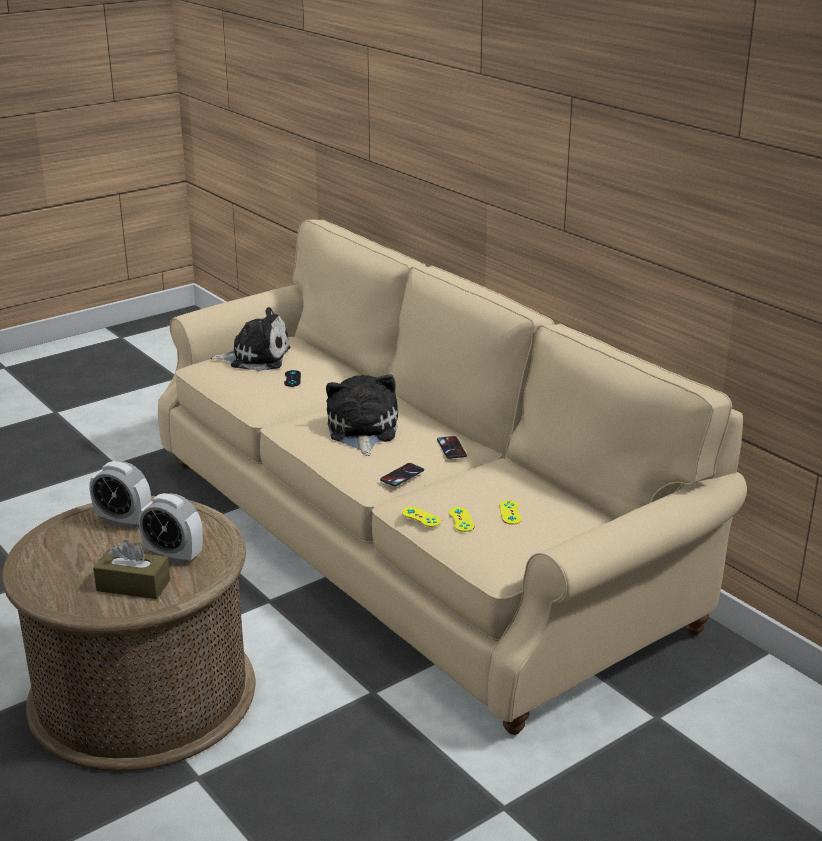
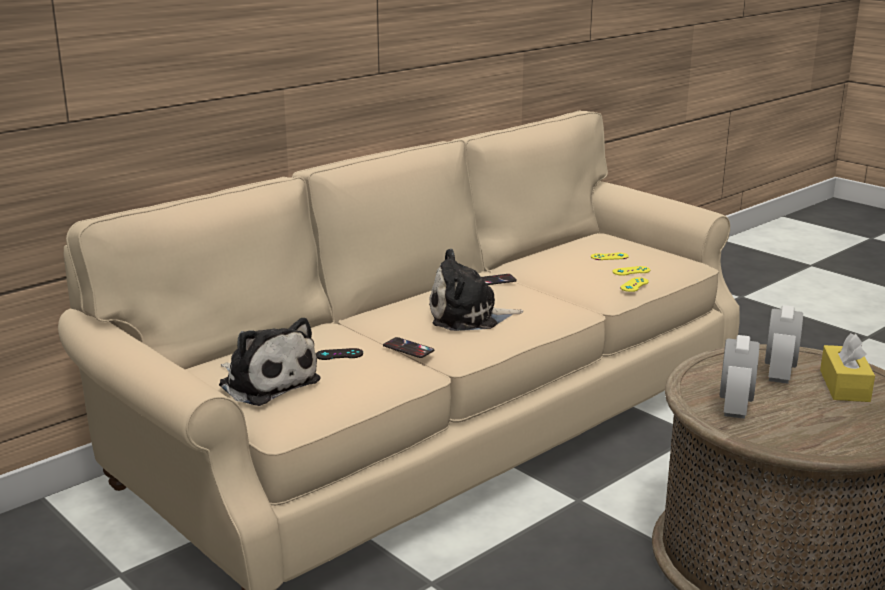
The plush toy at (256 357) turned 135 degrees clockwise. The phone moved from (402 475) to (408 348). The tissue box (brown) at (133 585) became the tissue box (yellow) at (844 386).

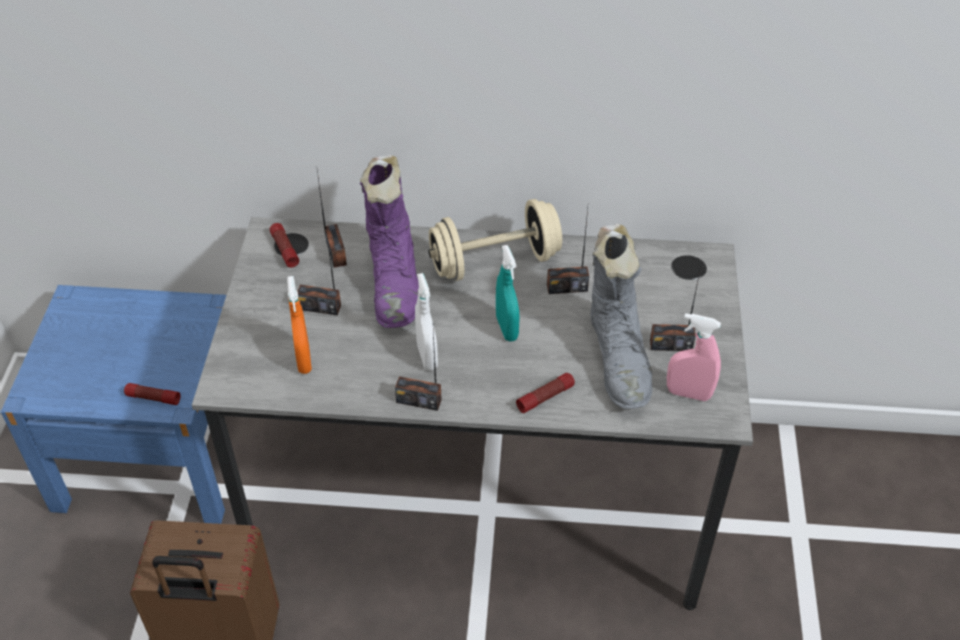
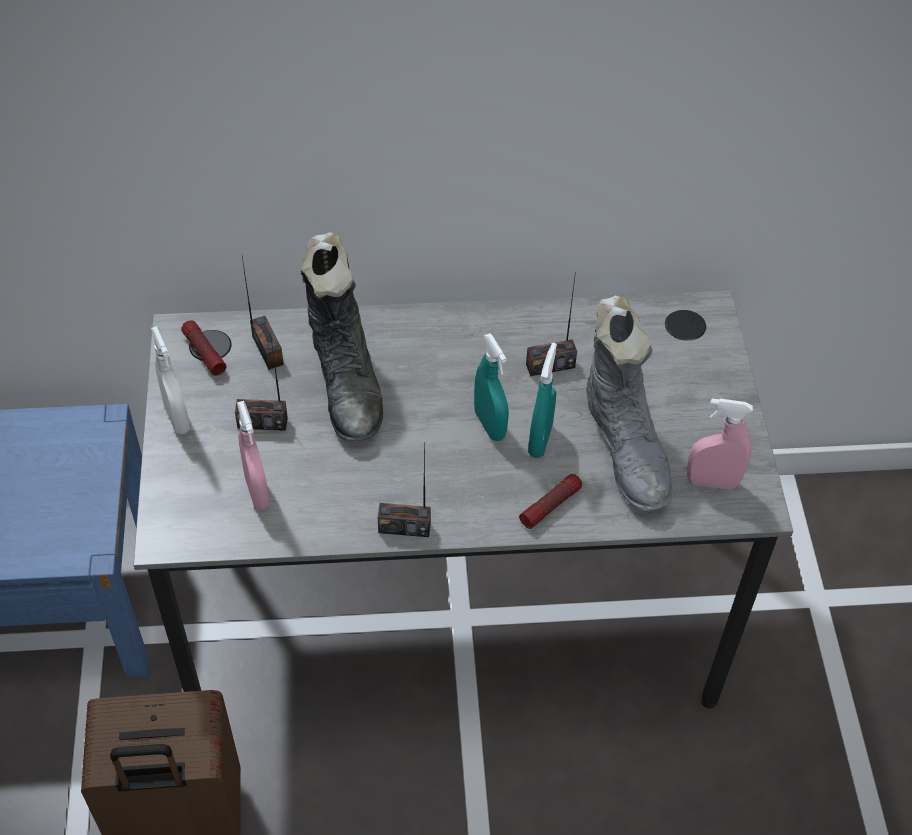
The spray bottle (white) moved from (427 357) to (177 418). The spray bottle (orange) at (304 360) became the spray bottle (pink) at (257 492). The boot (purple) at (395 284) became the boot (black) at (348 383). The spray bottle (turquoise) at (540 440) appeared. The flashlight at (153 398) disappeared. The dumbbell (beige) at (495 262) disappeared. The radio at (671 345) disappeared.

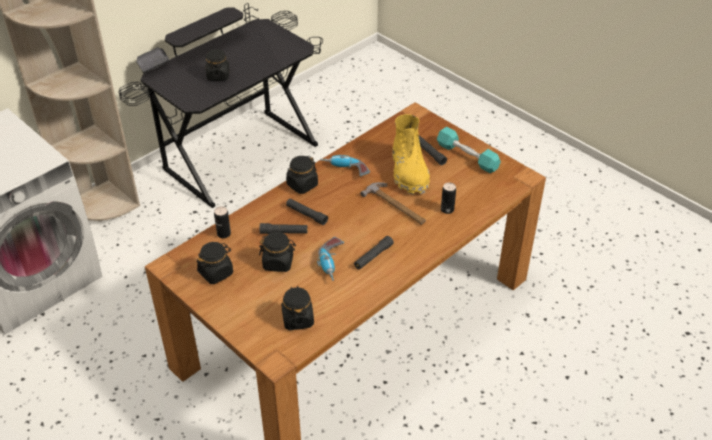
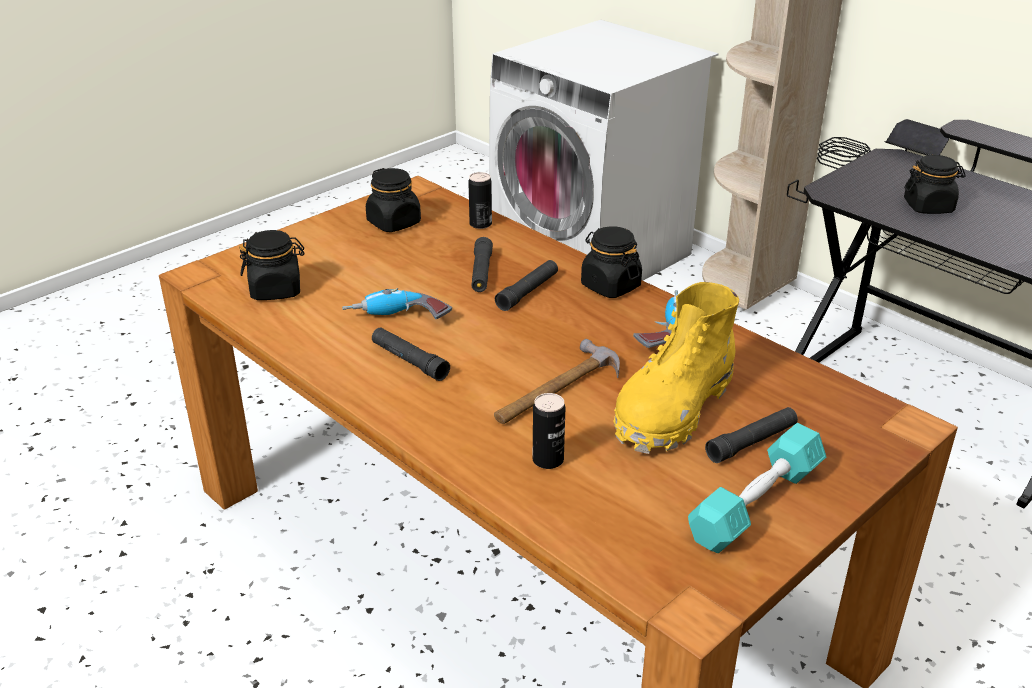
The boot (yellow) at (409 172) turned 45 degrees counterclockwise. The jar (black) at (278 263) disappeared.

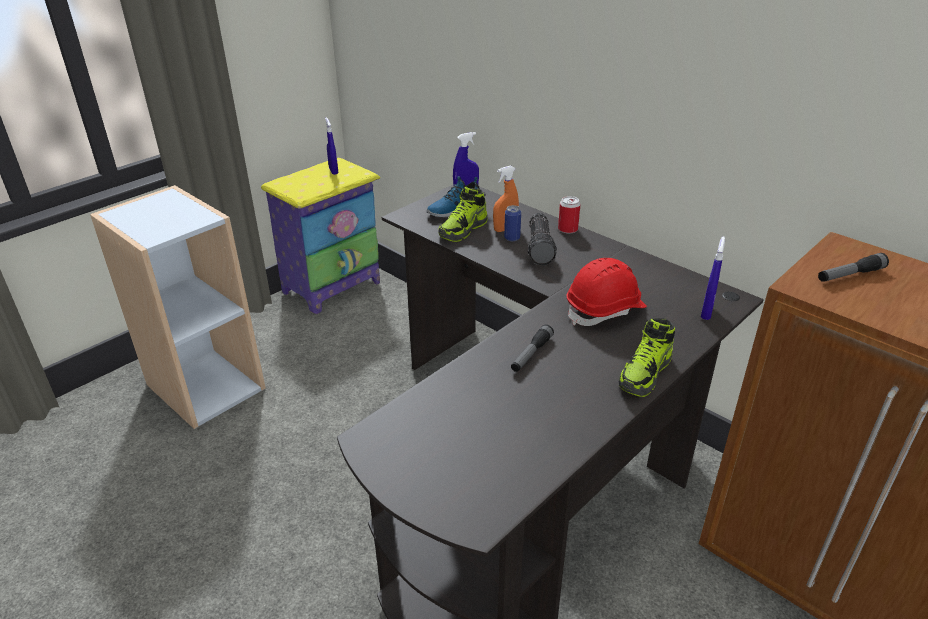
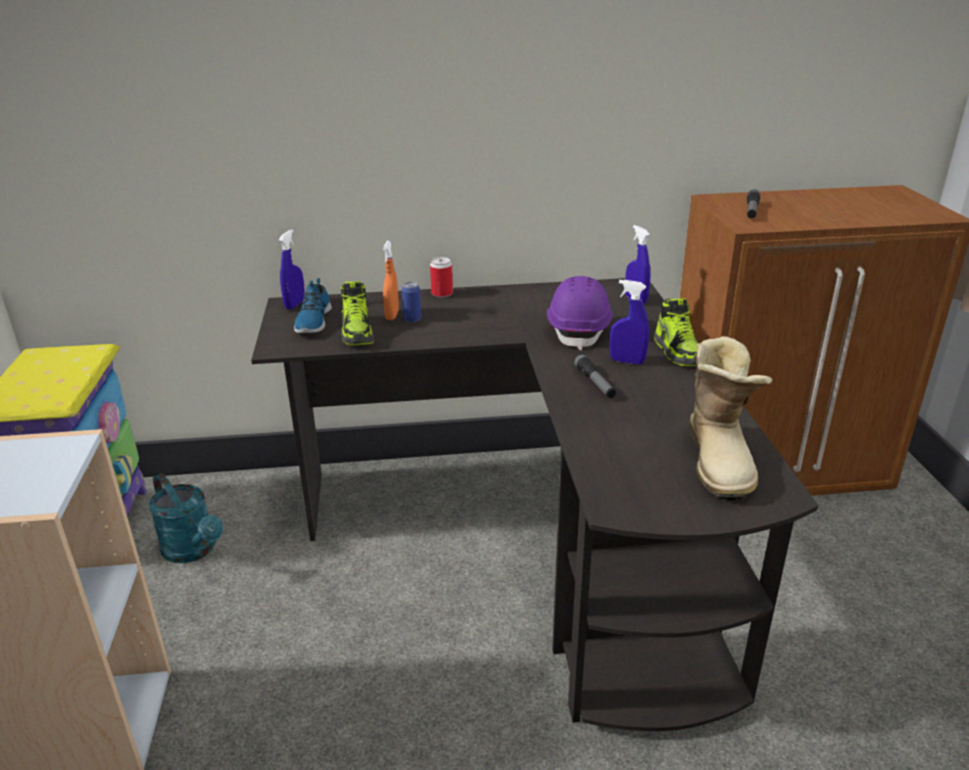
The watering can (turquoise) at (194 550) appeared. The hard hat (red) at (605 310) became the hard hat (purple) at (579 330). The spray bottle (blue) moved from (333 171) to (627 361). The boot at (721 459) appeared. The flashlight at (541 247) disappeared.

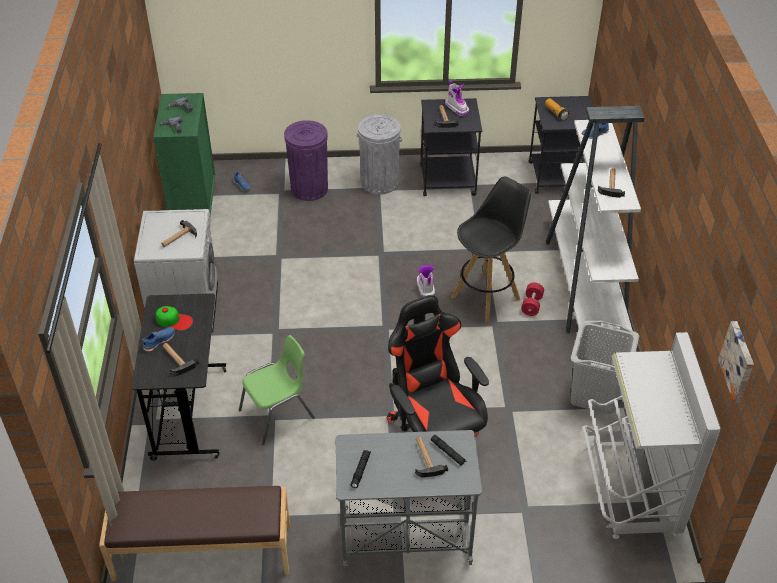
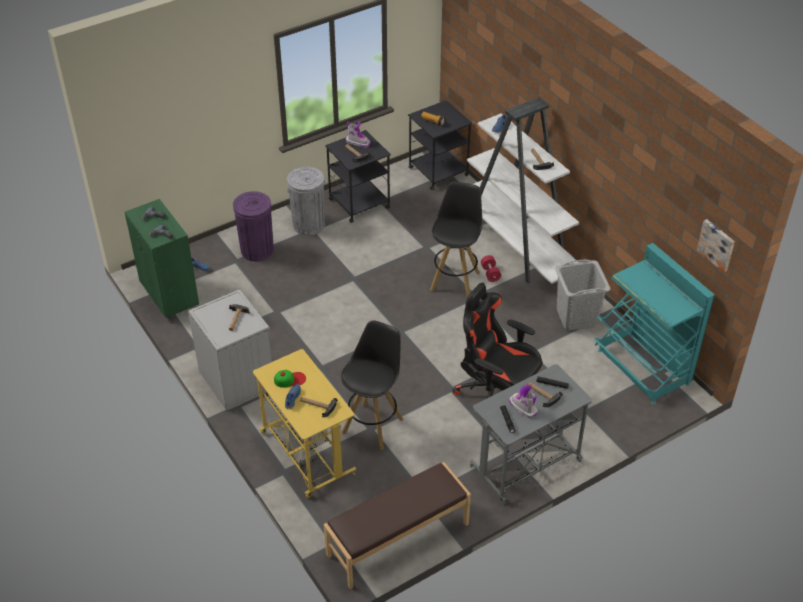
The desk (black) at (189 413) became the desk (yellow) at (307 453). The chair (green) at (278 415) was replaced by the stool (black) at (374 425). The boot moved from (425 287) to (522 407). The shoe rack (white) at (629 488) became the shoe rack (turquoise) at (640 368).

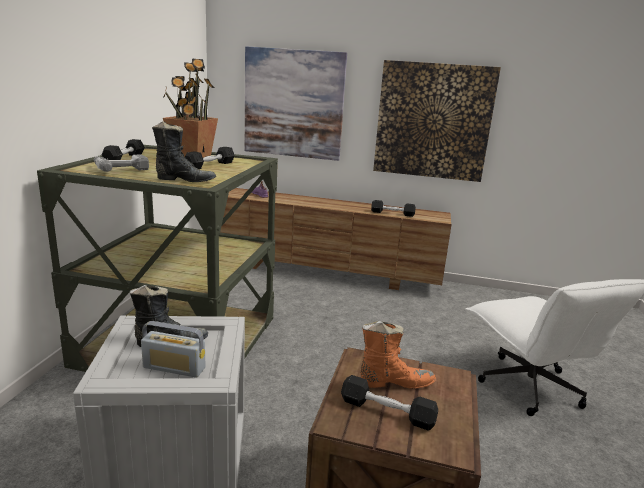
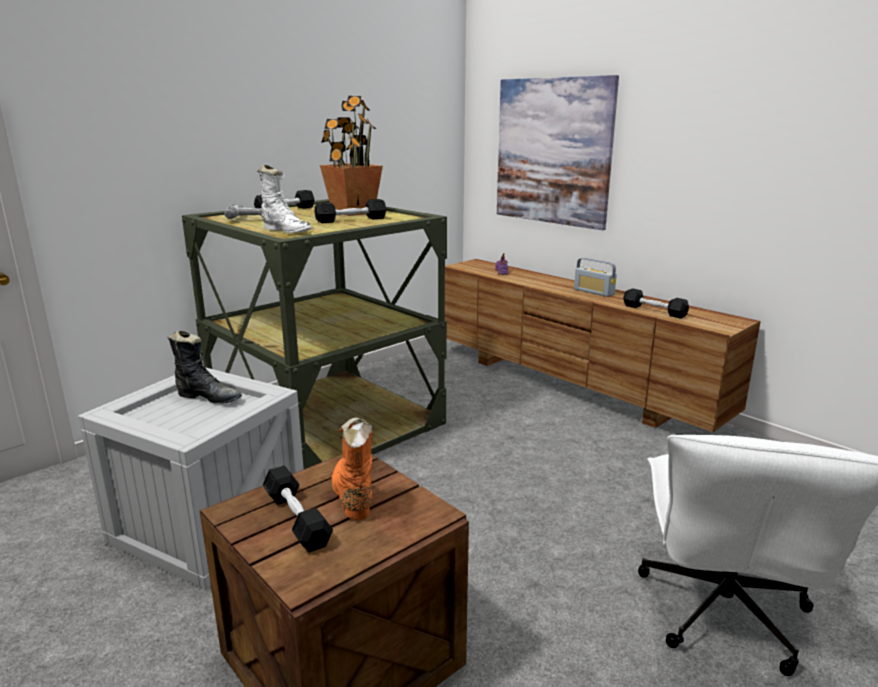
The boot (black) at (185 180) became the boot (white) at (286 231). The boot (orange) at (394 382) turned 135 degrees counterclockwise. The radio moved from (174 368) to (594 292). The picture at (433 121) disappeared.

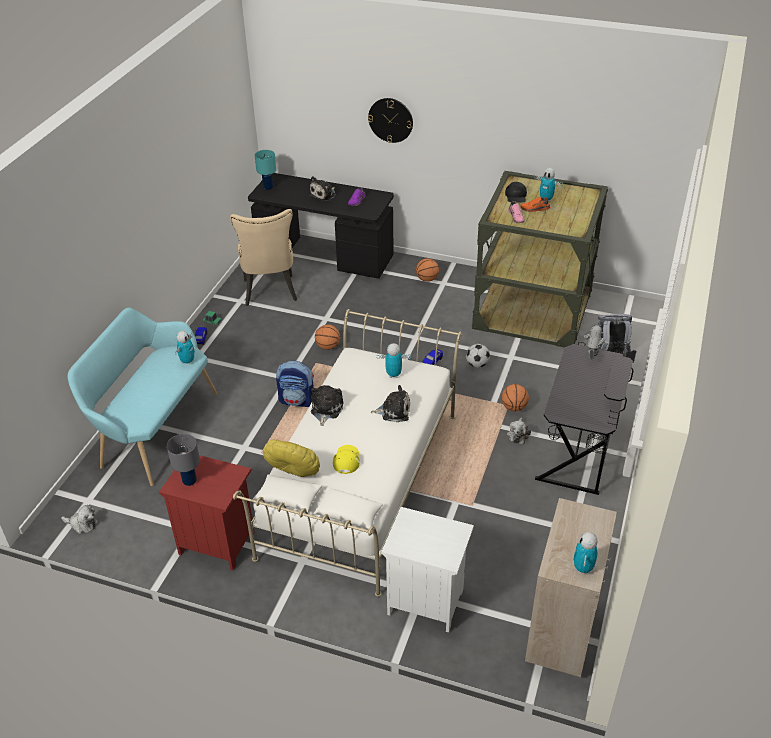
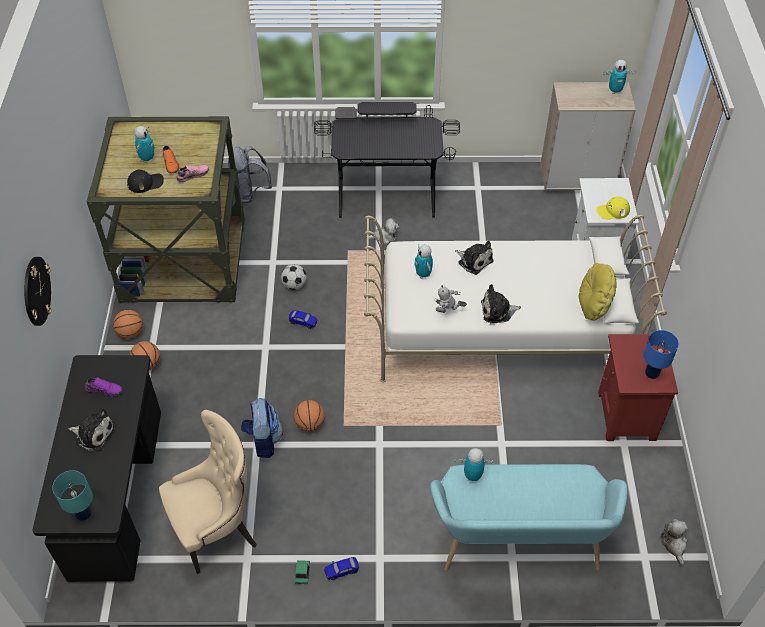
The basketball moved from (514 407) to (130 333). The backpack moved from (297 401) to (263 440). The toy robot moved from (591 357) to (448 313). The plush toy at (393 411) turned 150 degrees clockwise. The cap (yellow) moved from (346 460) to (612 211). The table lamp (grey) at (190 480) became the table lamp (blue) at (651 373).

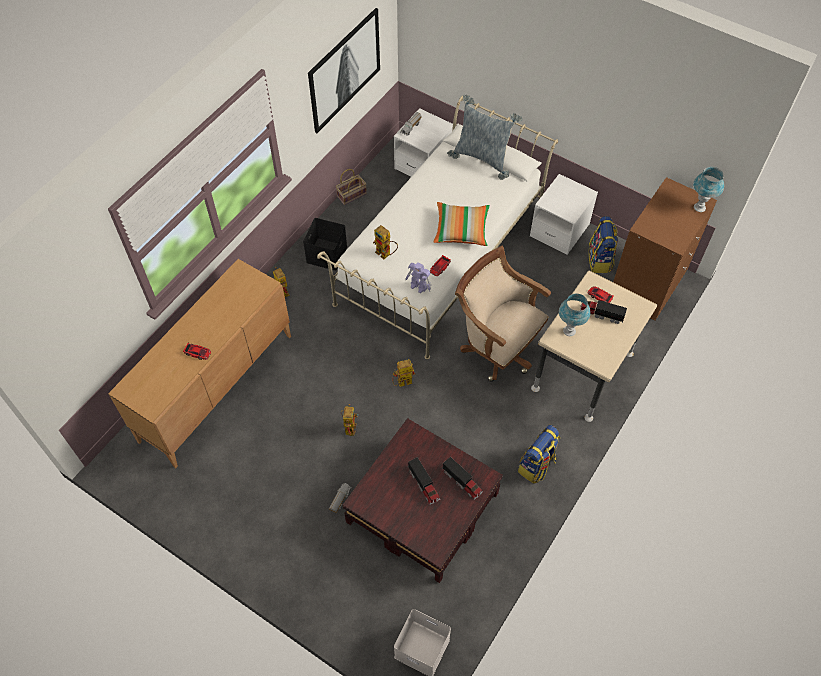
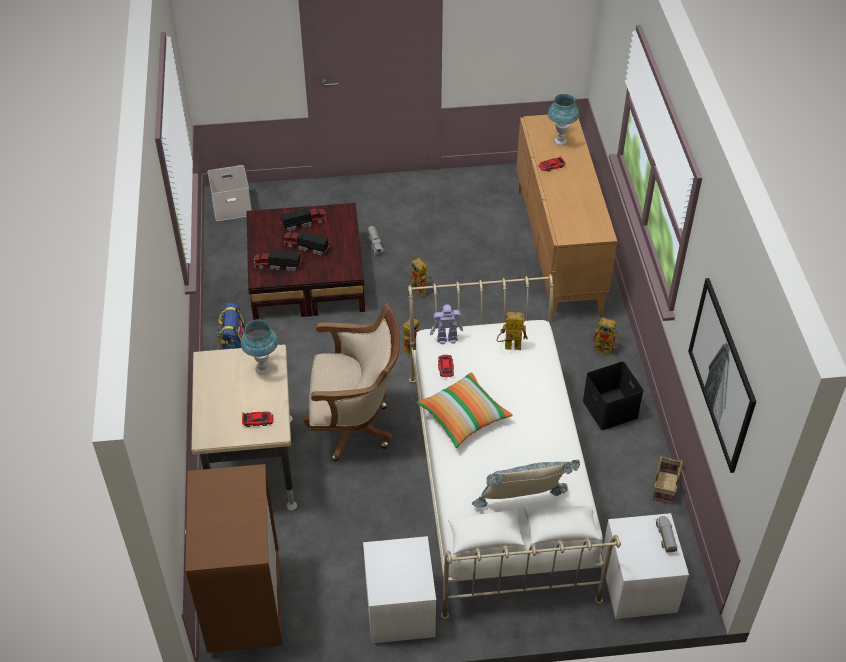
The toy truck moved from (601 314) to (304 223). The table lamp (blue) moved from (699 207) to (560 141). The backpack at (600 260) disappeared.

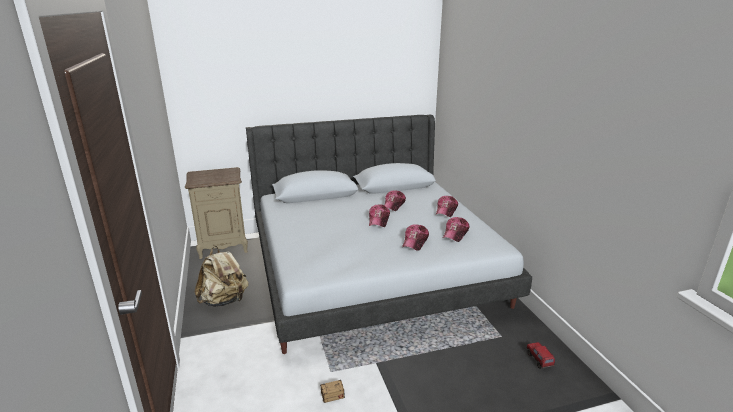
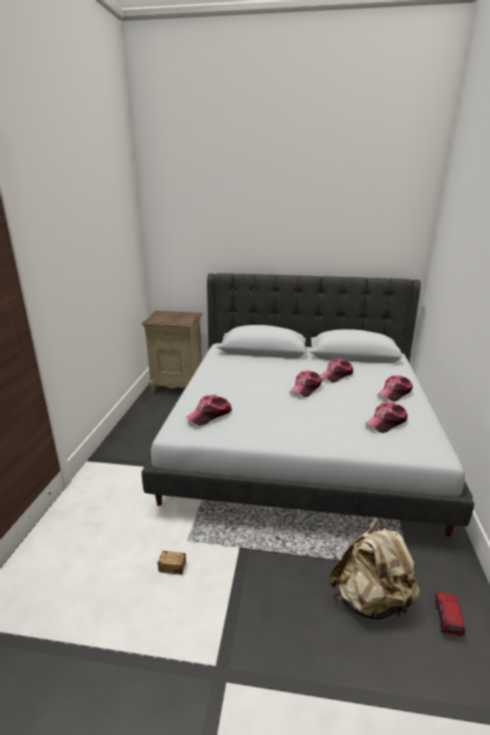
The cap moved from (415 242) to (209 415). The backpack (beige) moved from (224 300) to (371 600).

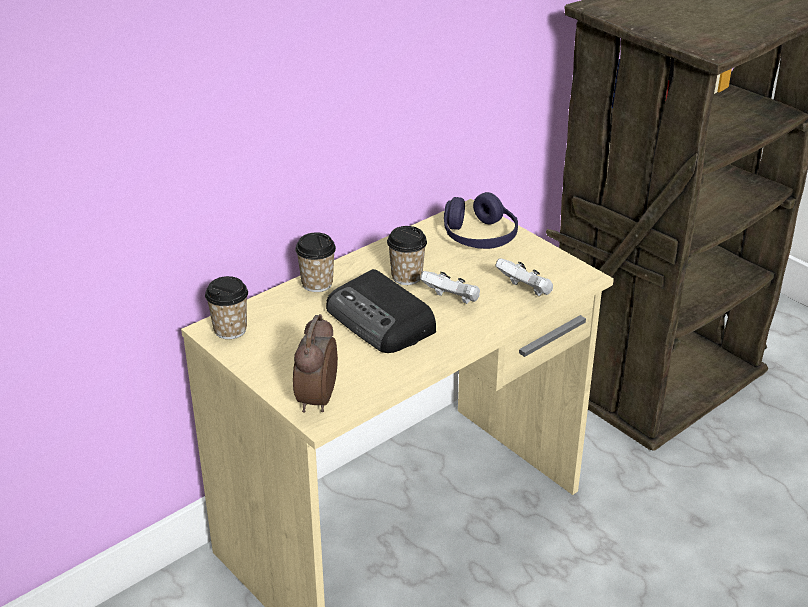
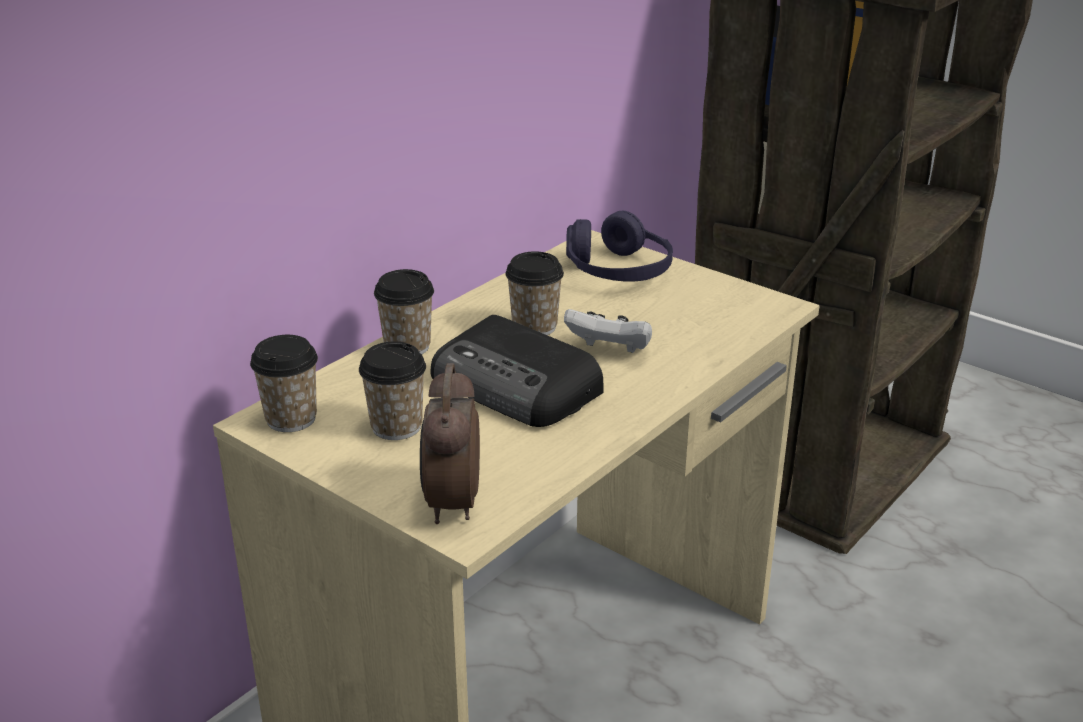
The cup at (396 426) appeared. The game controller (white) at (525 291) disappeared.

